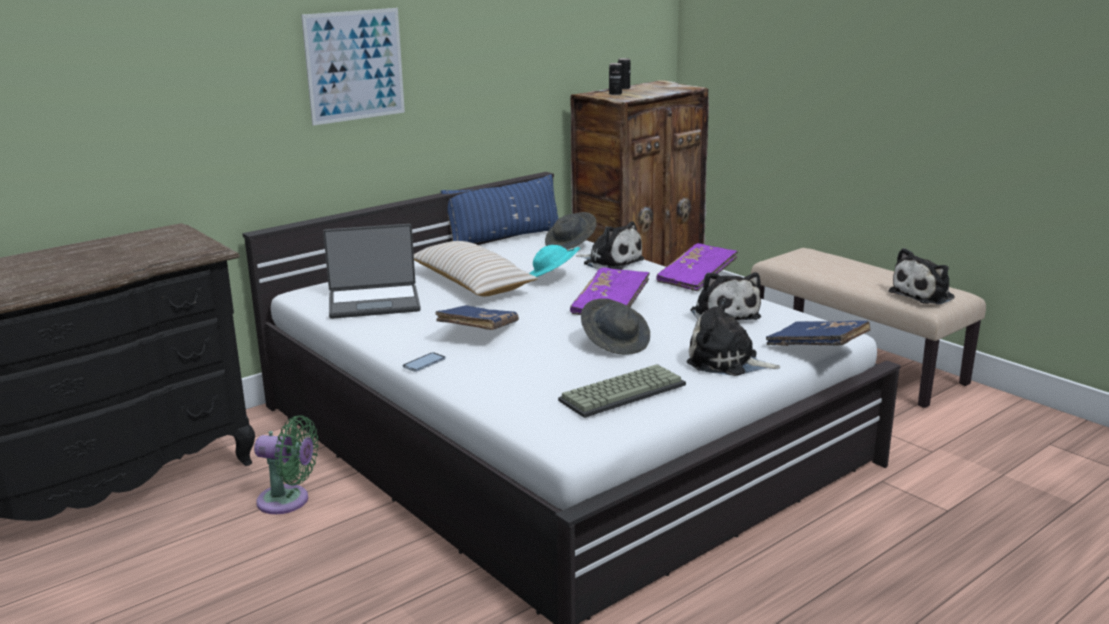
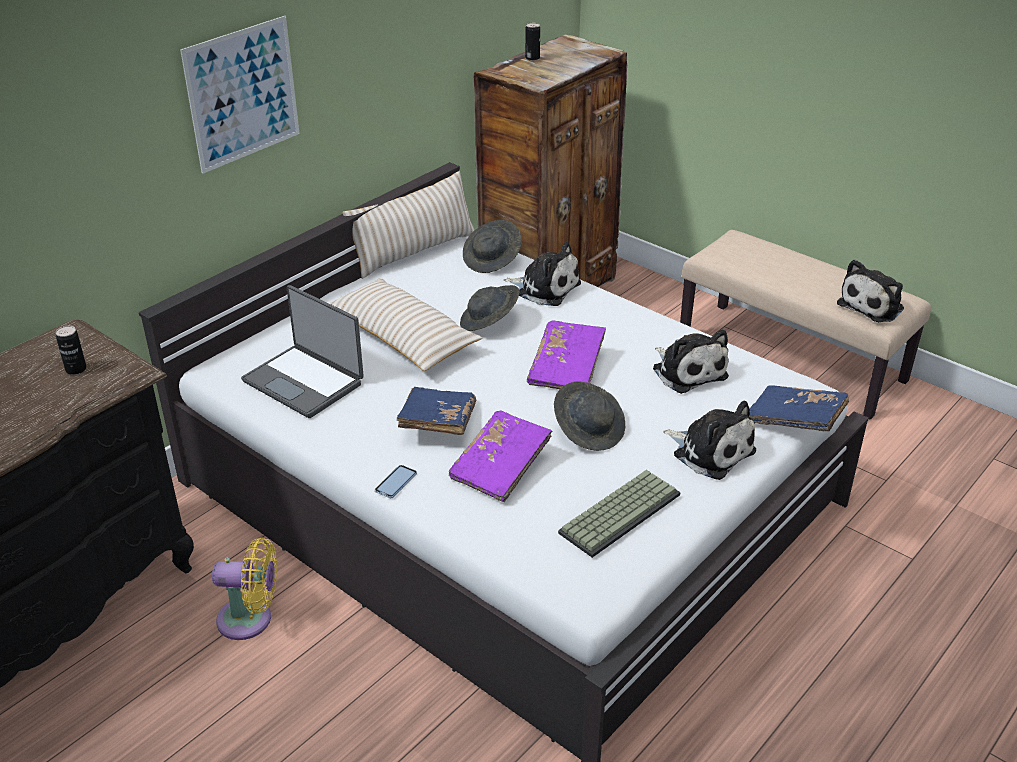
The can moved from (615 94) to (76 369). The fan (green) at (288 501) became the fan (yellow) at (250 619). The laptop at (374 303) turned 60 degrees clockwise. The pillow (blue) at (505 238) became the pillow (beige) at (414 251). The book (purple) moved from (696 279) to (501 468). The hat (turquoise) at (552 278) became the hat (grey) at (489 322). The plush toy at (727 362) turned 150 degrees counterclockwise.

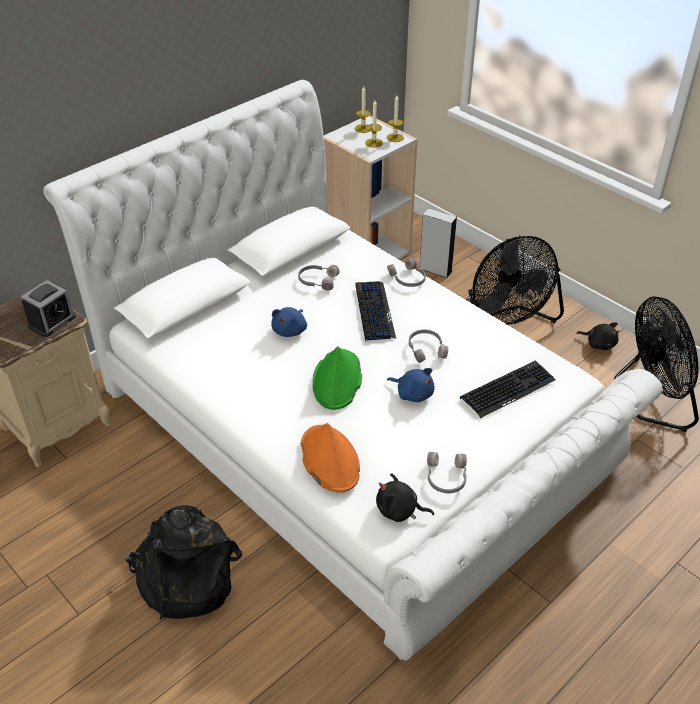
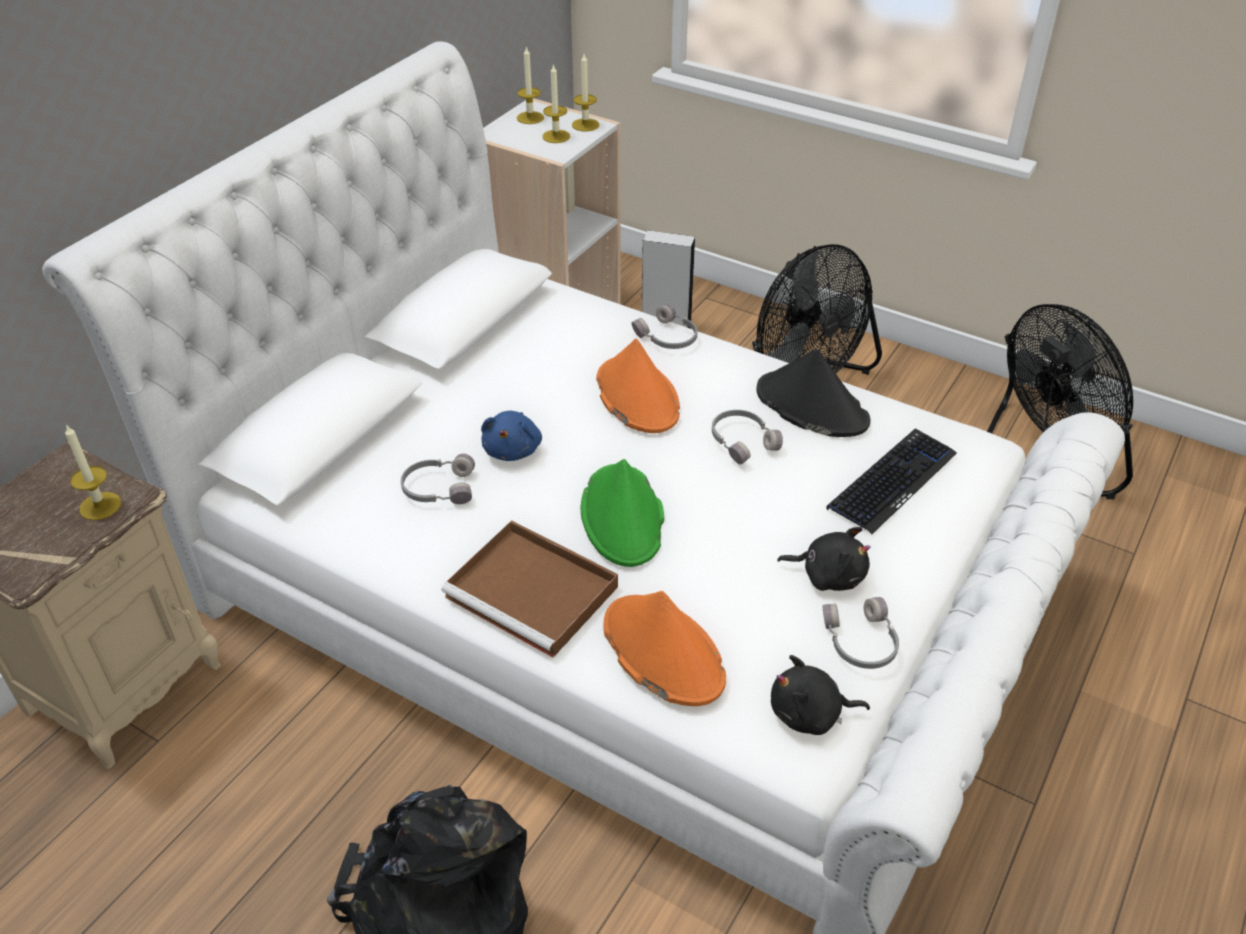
The alarm clock at (52 321) was replaced by the candle at (100 506). The headphones (grey) moved from (317 280) to (438 488). The tray (brown) at (535 592) appeared. The keyboard at (374 311) was replaced by the hat (orange) at (636 396). The hat (black) at (811 406) appeared. The plush toy (black) moved from (599 343) to (828 575). The plush toy (blue) at (413 393) disappeared.

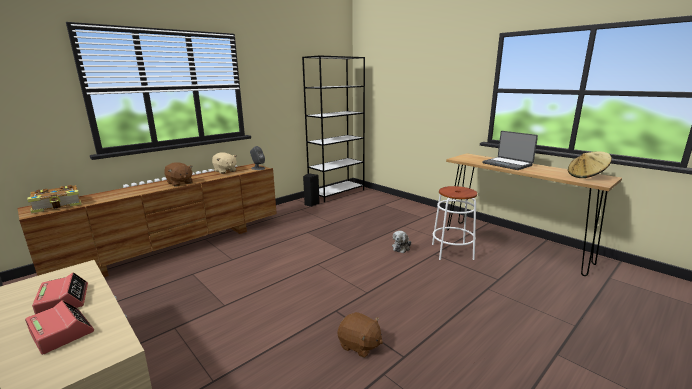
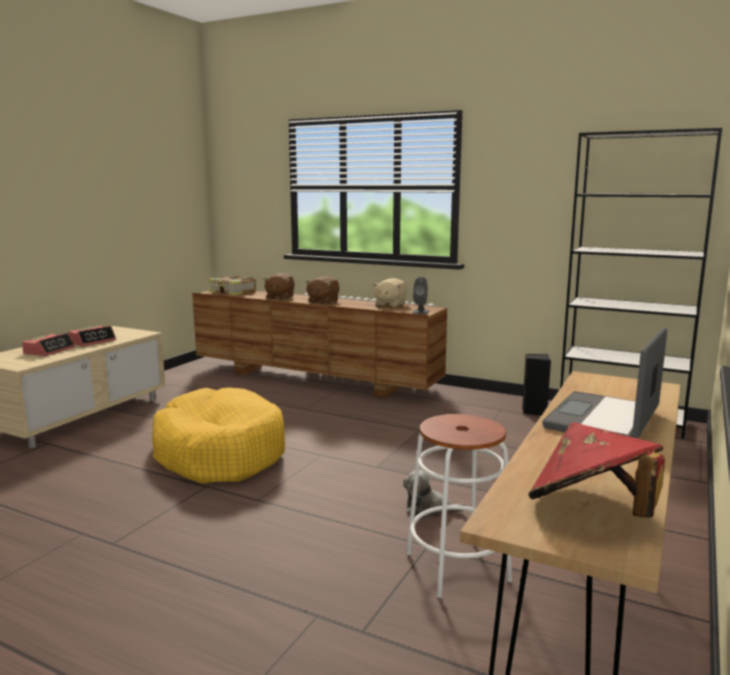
The dog bed (yellow) at (219 453) appeared. The plush toy (brown) moved from (359 345) to (279 298). The hat (beige) at (586 176) became the hat (red) at (591 512).

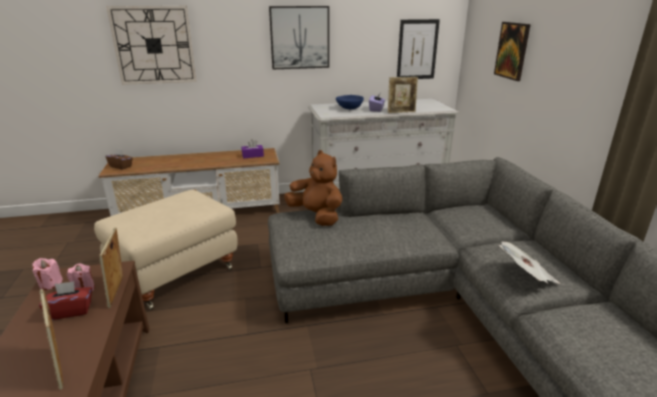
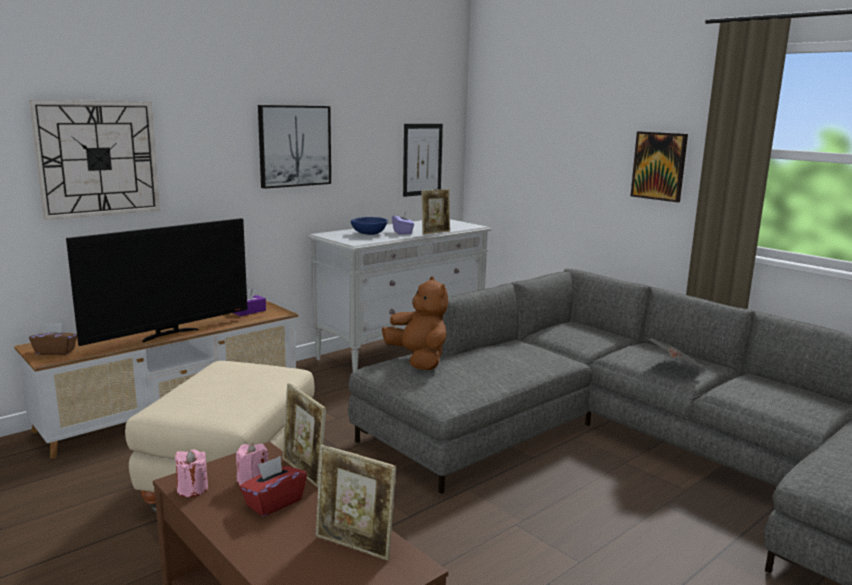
The television at (169 334) appeared. The plush toy (brown) at (316 216) turned 45 degrees clockwise. The picture moved from (512 50) to (659 166).

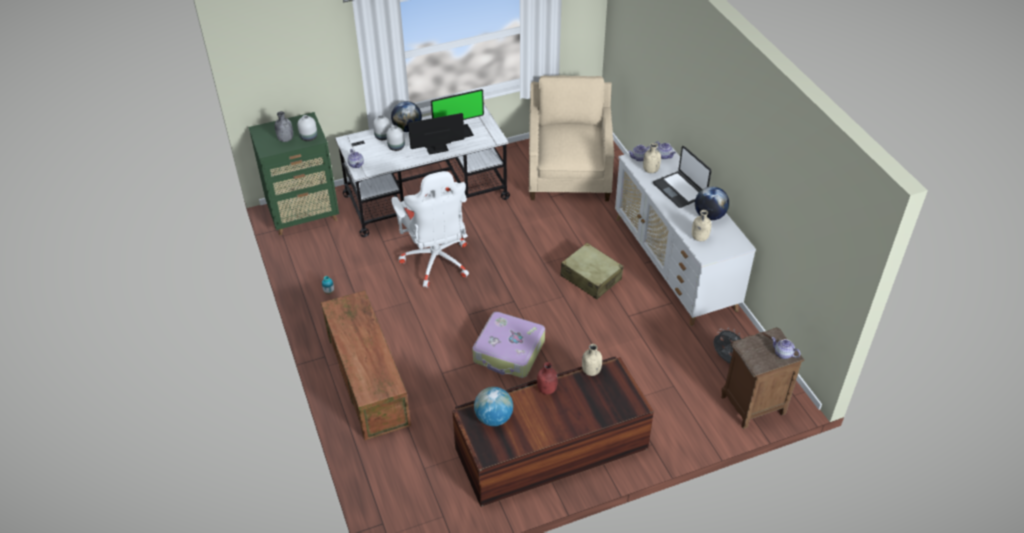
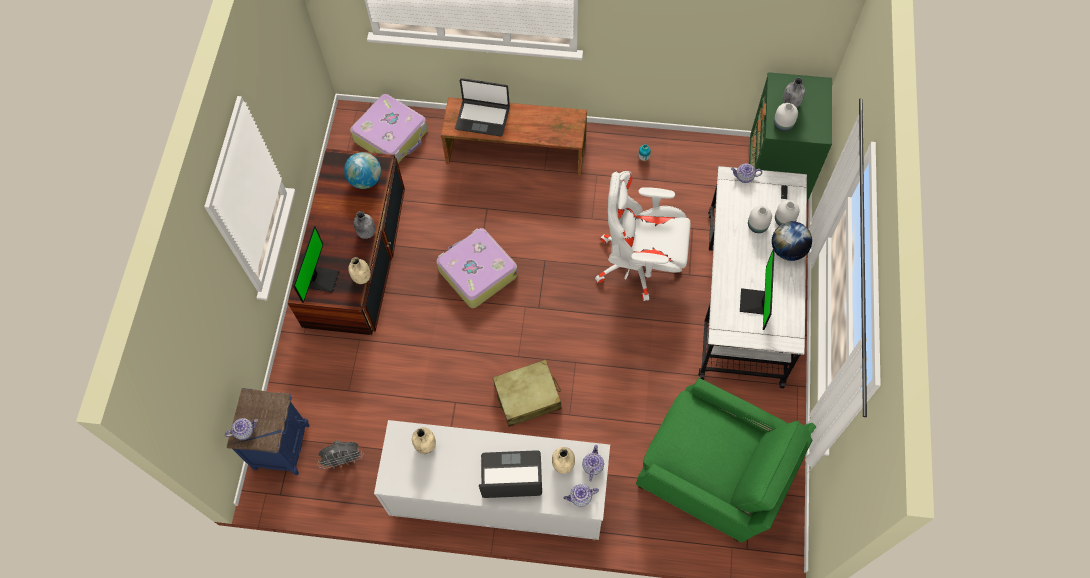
The nightstand (brown) at (752 404) became the nightstand (blue) at (283 446). The monitor moved from (436 148) to (322 279). The suitcase at (392 136) appeared. The bottle (red) at (547 389) became the bottle (grey) at (366 233). The laptop at (482 117) appeared. The armchair (beige) at (569 172) became the armchair (green) at (714 472). The globe at (709 216) disappeared.

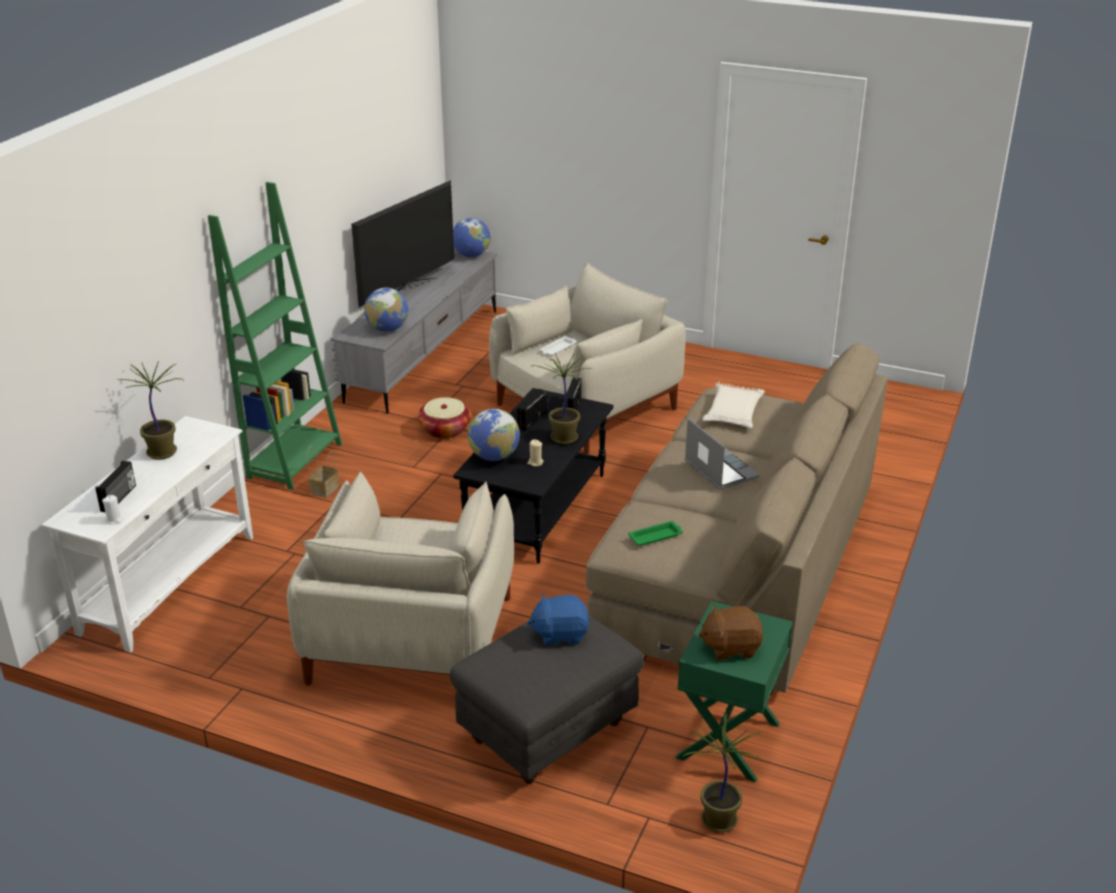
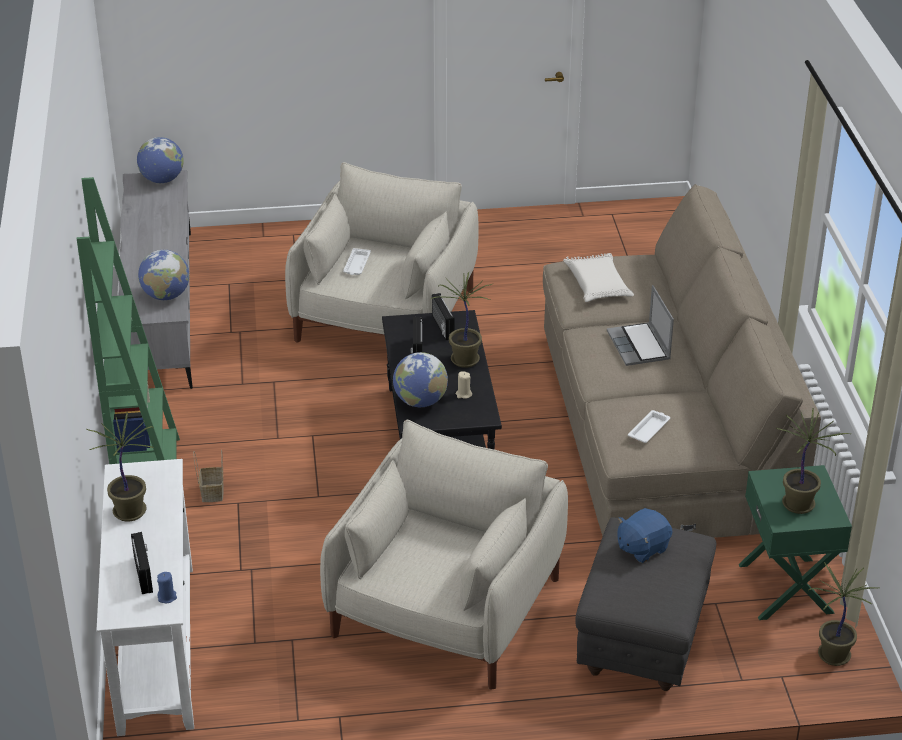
The candle (white) at (114 520) became the candle (blue) at (167 597). The armchair (beige) at (411 638) turned 135 degrees counterclockwise. The laptop at (719 470) turned 135 degrees counterclockwise. The tray (green) at (656 536) became the tray (white) at (649 429). The plush toy (brown) at (731 647) was replaced by the potted plant at (799 505). The television at (408 292) disappeared. The basket at (445 429) disappeared.

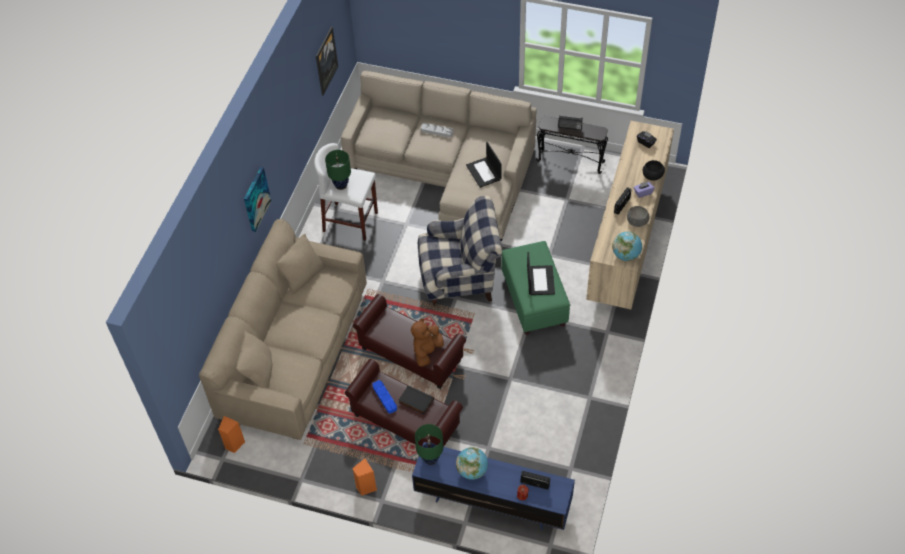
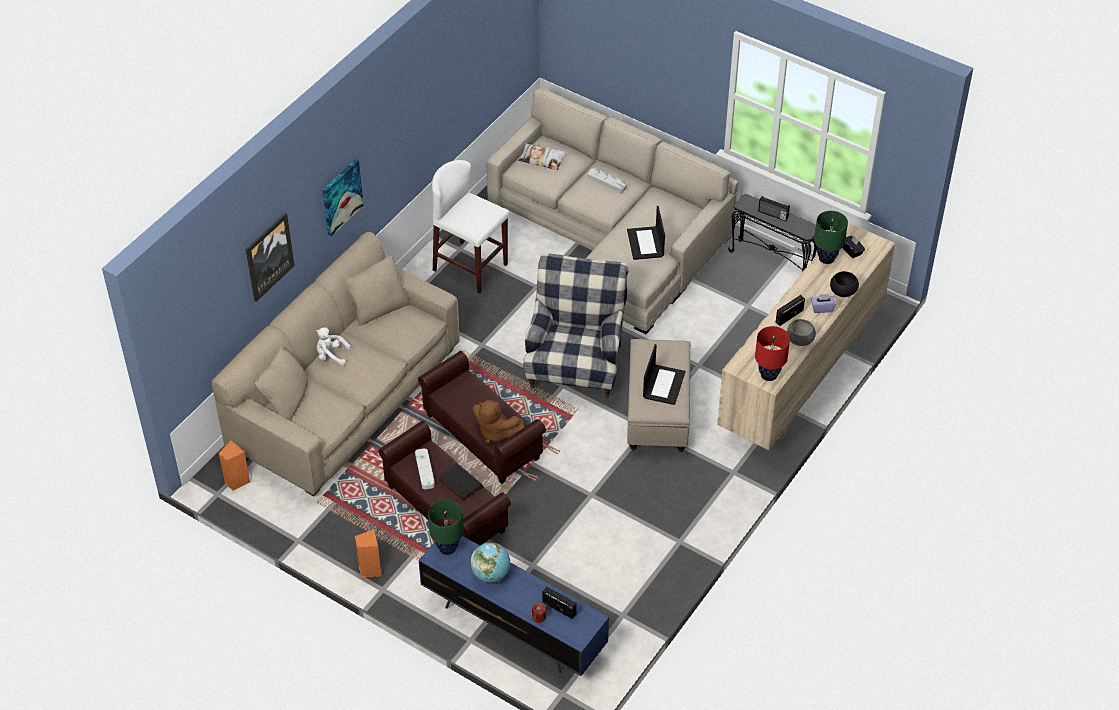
The picture moved from (325 61) to (268 256). The plush toy (white) at (331 355) appeared. The tray (blue) at (384 397) became the tray (grey) at (425 470). The plush toy (brown) at (427 351) turned 105 degrees counterclockwise. The pillow at (542 159) appeared. The armchair at (459 279) turned 90 degrees counterclockwise. The ottoman (green) at (534 300) became the ottoman (beige) at (657 413). The globe at (626 255) was replaced by the table lamp (red) at (769 374). The table lamp (green) moved from (341 185) to (826 258).

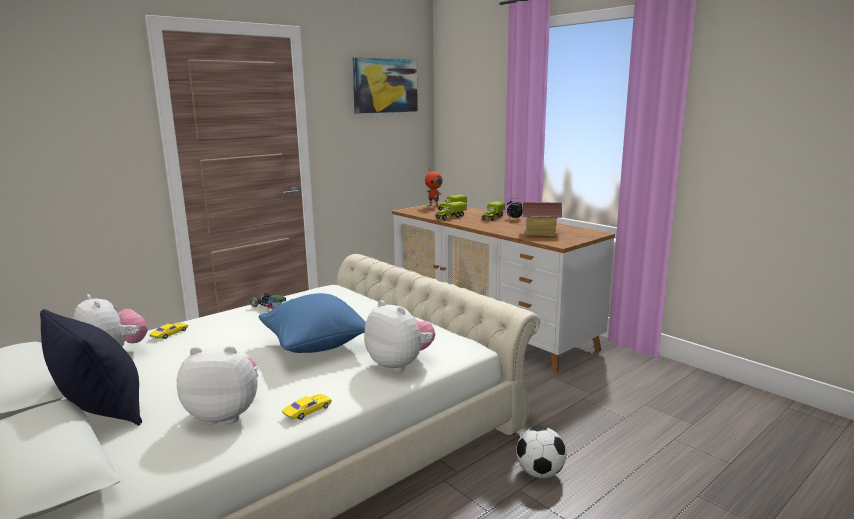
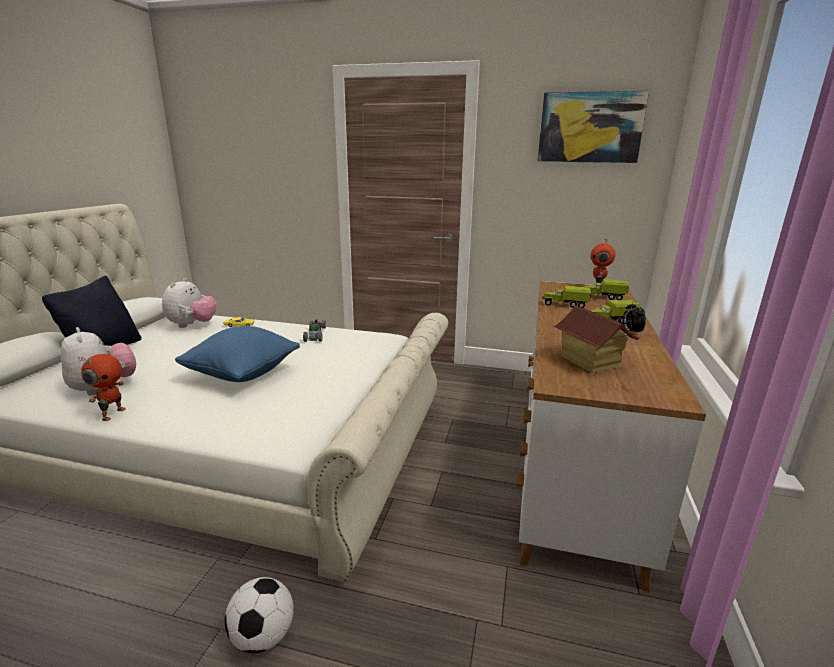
The toy car (yellow) at (307 411) was replaced by the toy robot at (112 414). The plush toy at (400 364) disappeared.

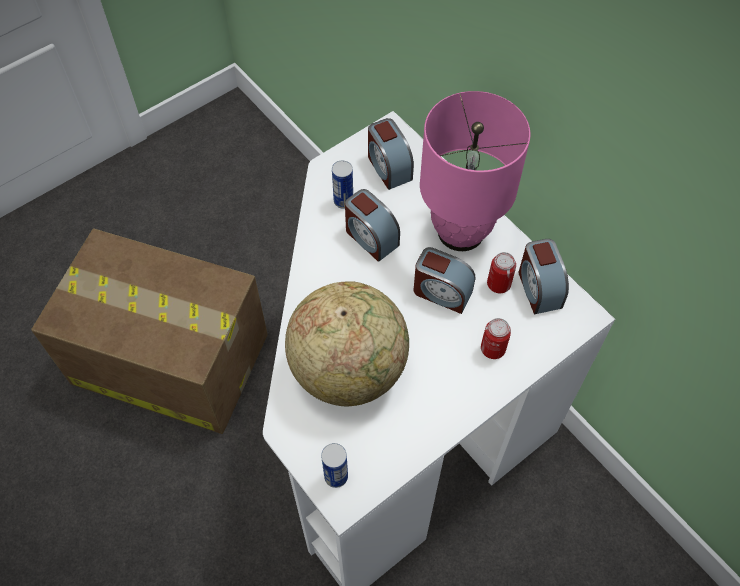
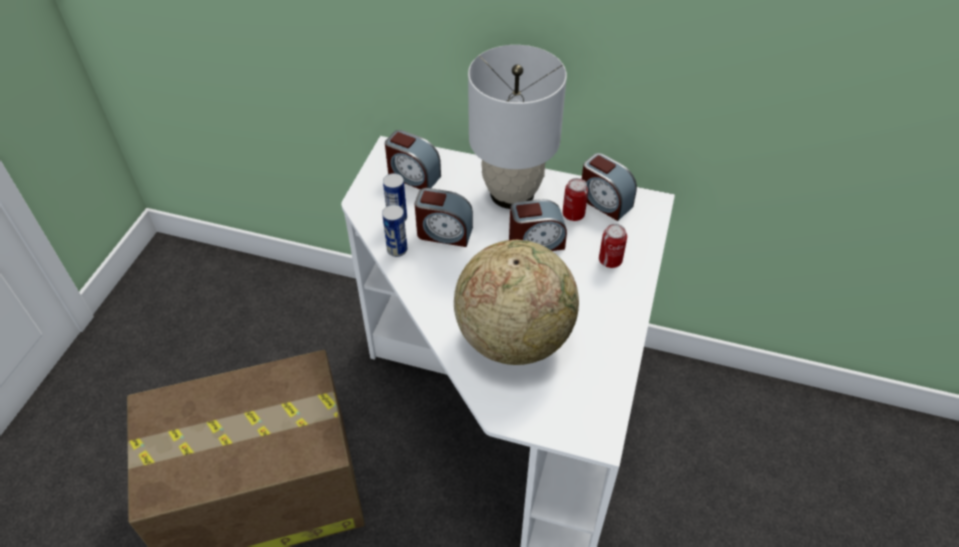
The can moved from (336 476) to (397 250). The table lamp (pink) at (460 232) became the table lamp (white) at (511 194).

